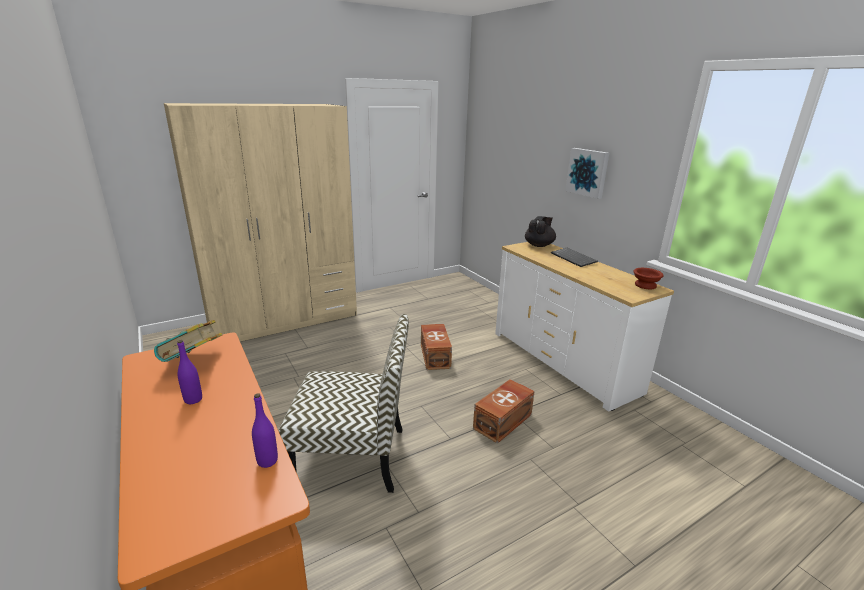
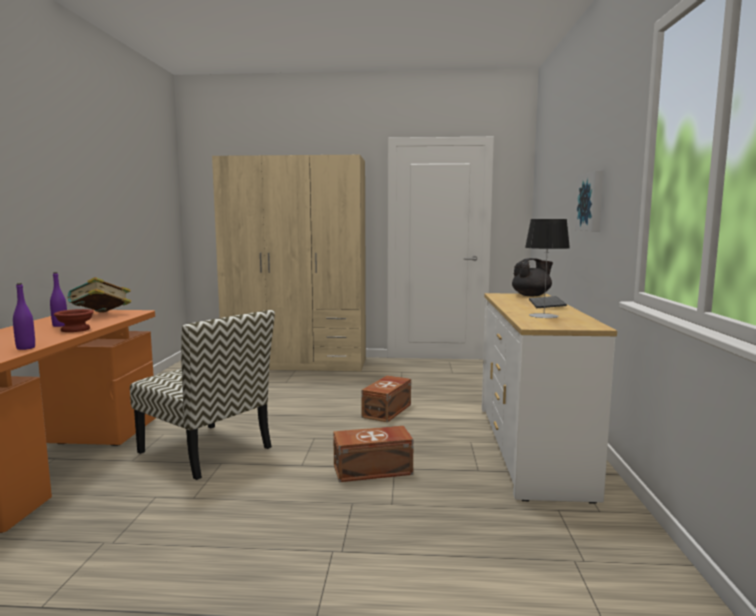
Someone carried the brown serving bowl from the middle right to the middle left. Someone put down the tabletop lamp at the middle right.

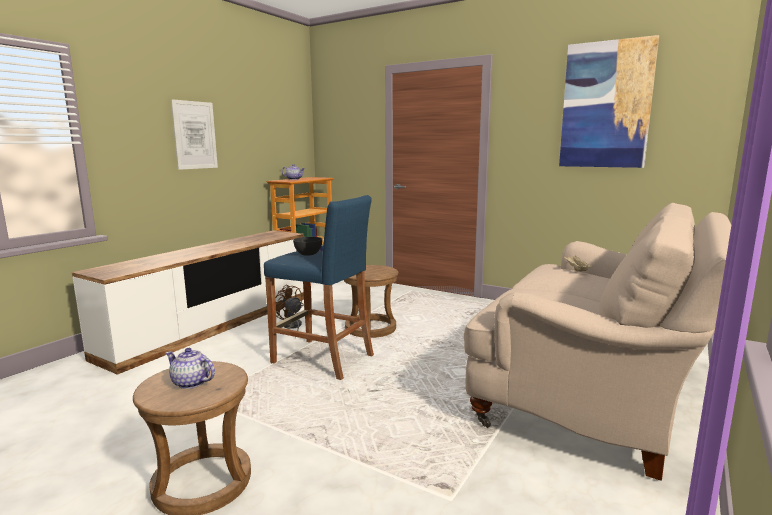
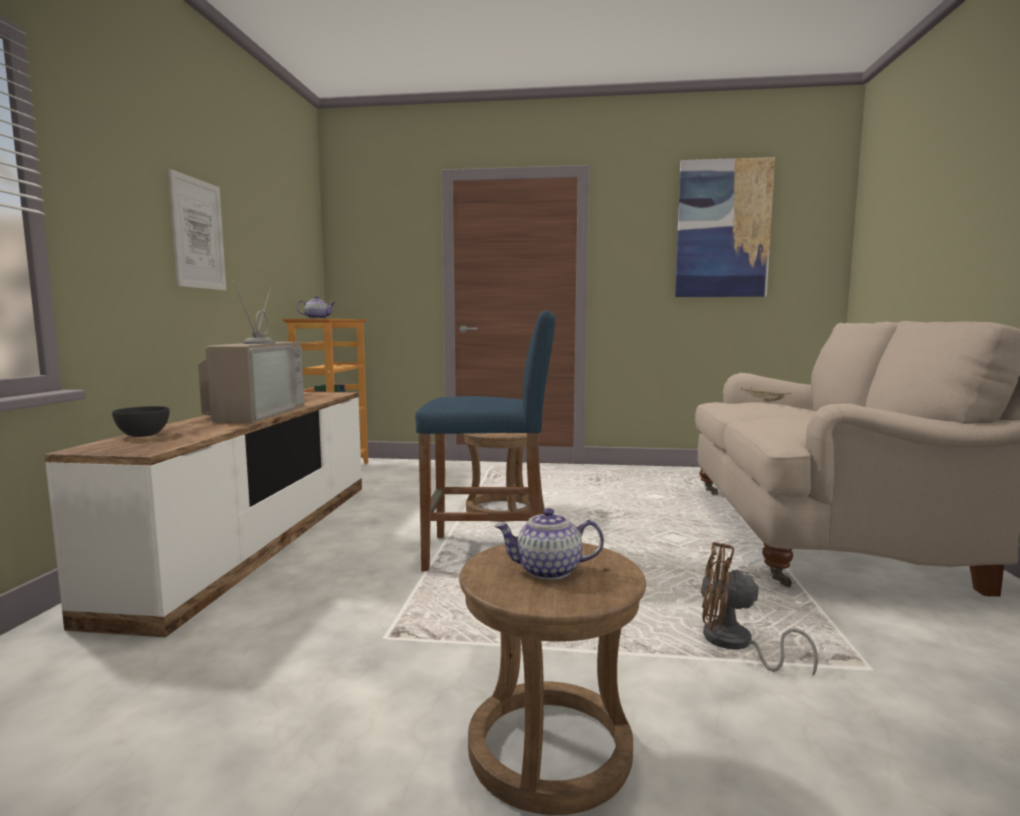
Someone carried the gray serving bowl from the centre to the middle left. Someone put down the TV set at the middle left. Someone carried the brown cooling fan from the centre to the bottom right.

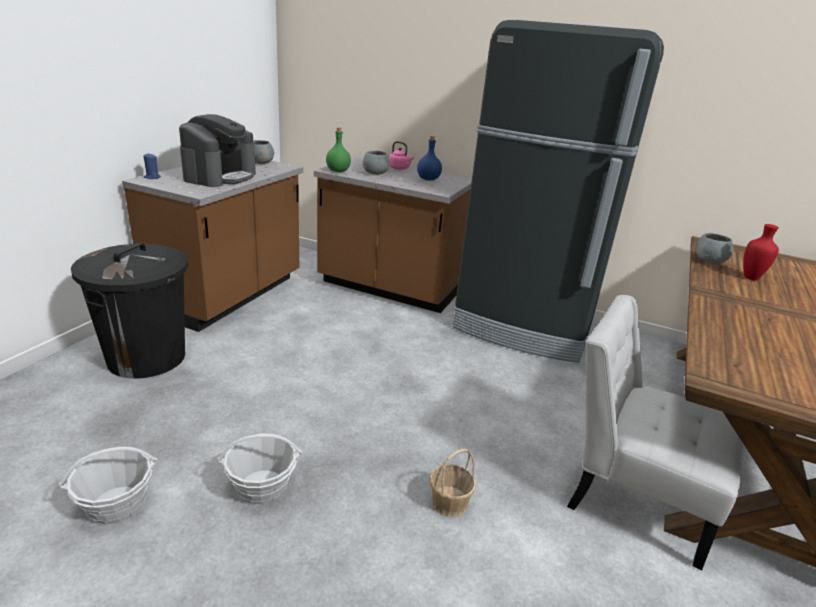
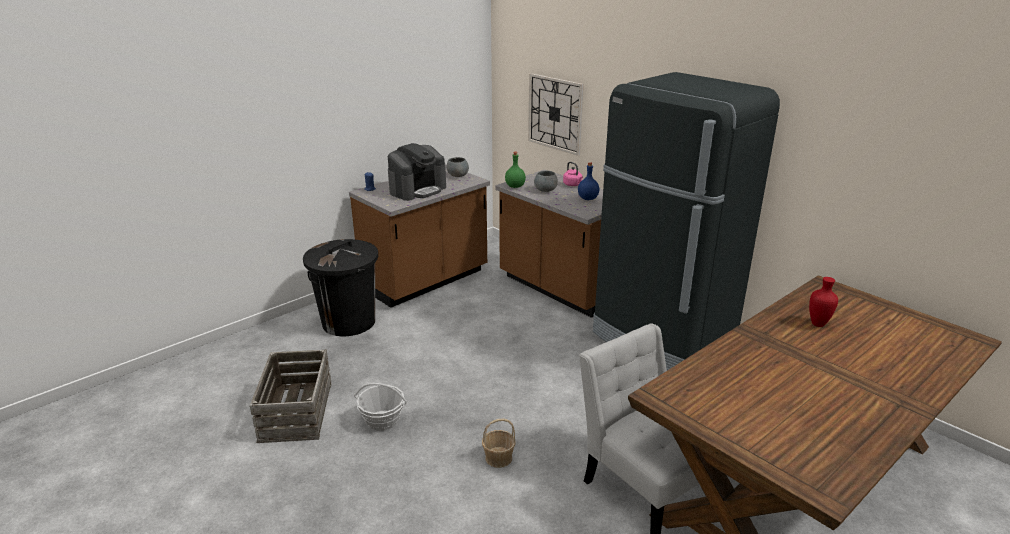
Someone swapped the basket (no. 1 from left) at the bottom left for the shipping crate at the bottom left. Someone put up the hanging clock at the top centre. Someone took away the gray serving bowl (no. 3 from left) at the middle right.

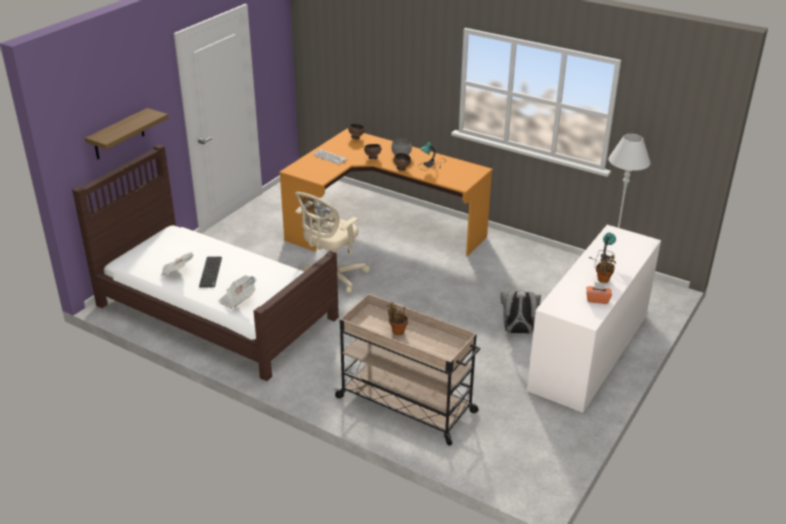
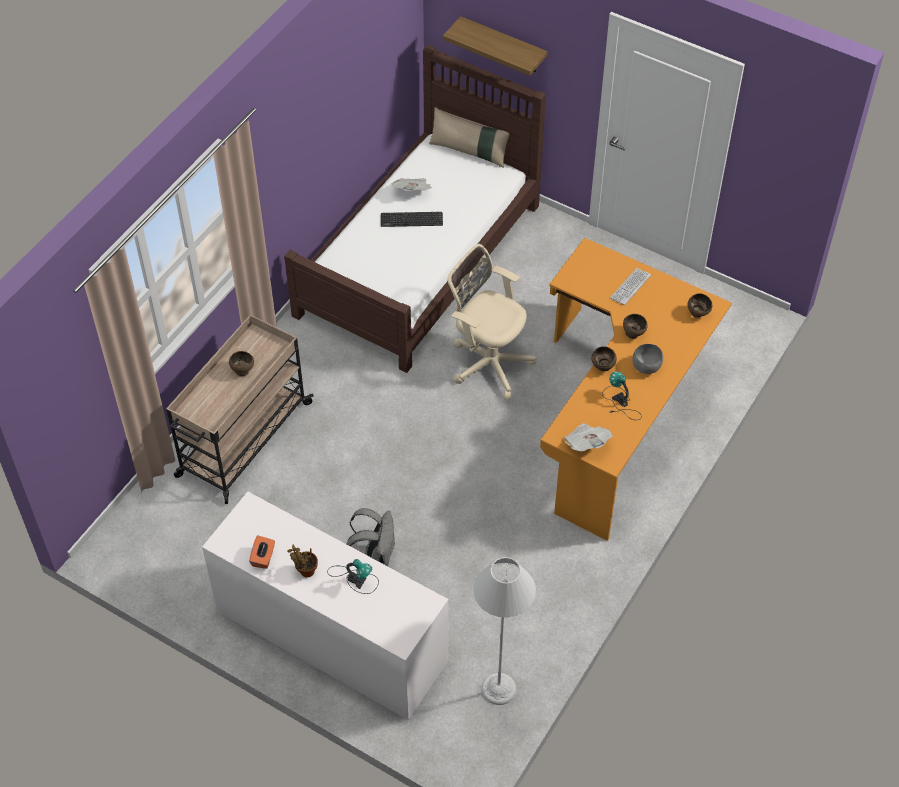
Someone swapped the potted plant (no. 1 from left) at the centre for the brown serving bowl (no. 1 from left) at the middle left. Someone put down the sand-coloured cushion at the top centre. Someone carried the newspaper (no. 2 from left) from the middle left to the centre.

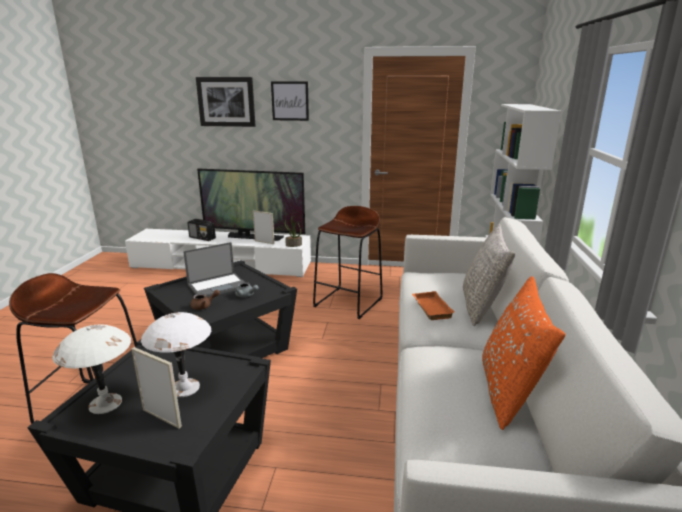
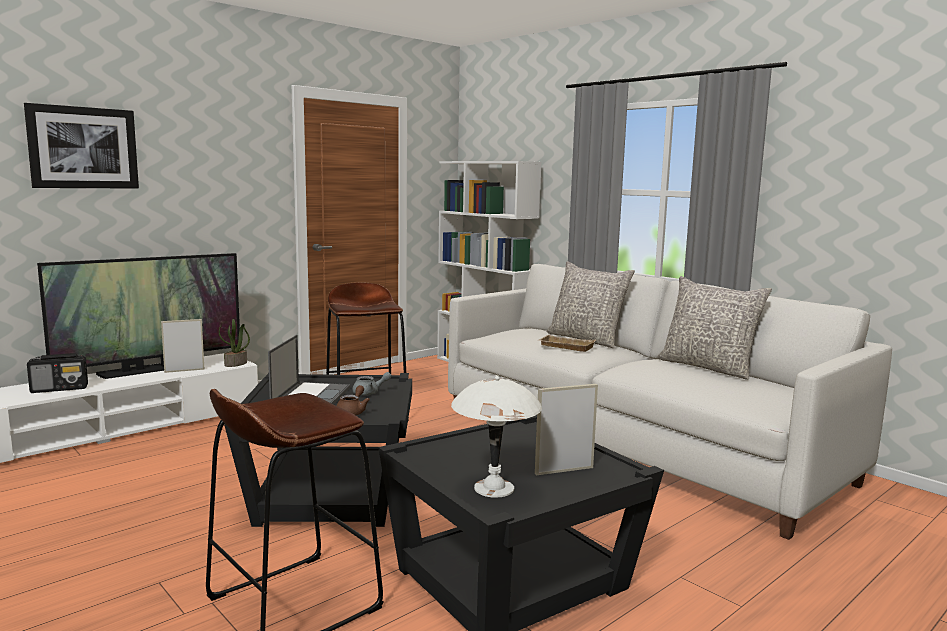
Someone repainted the orangey tray at the centre, which became the sand-coloured tray at the centre. Someone repainted the orangey cushion at the bottom right, which became the gray cushion (no. 2 from left) at the middle right. Someone took away the whitish tabletop lamp (no. 2 from left) at the bottom left. Someone took away the wall picture (no. 2 from left) at the top centre.

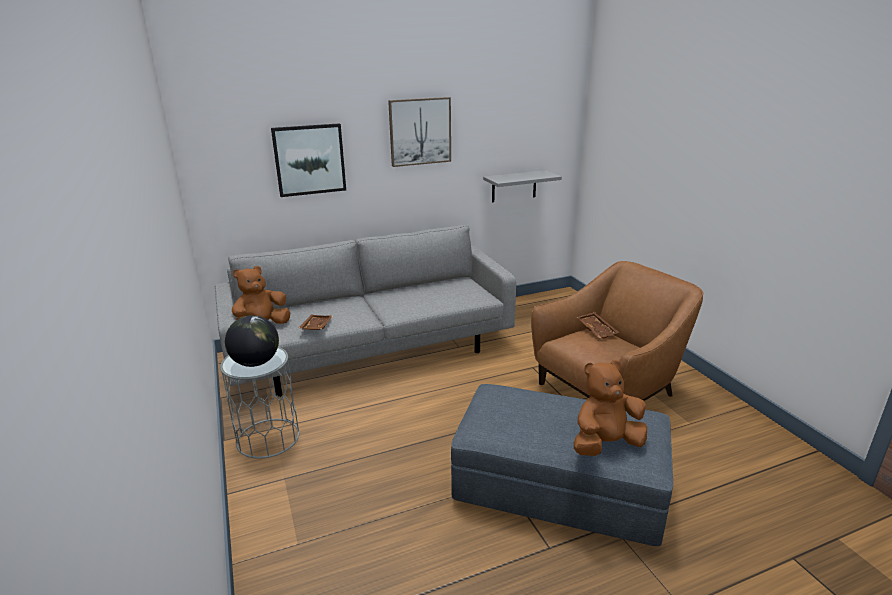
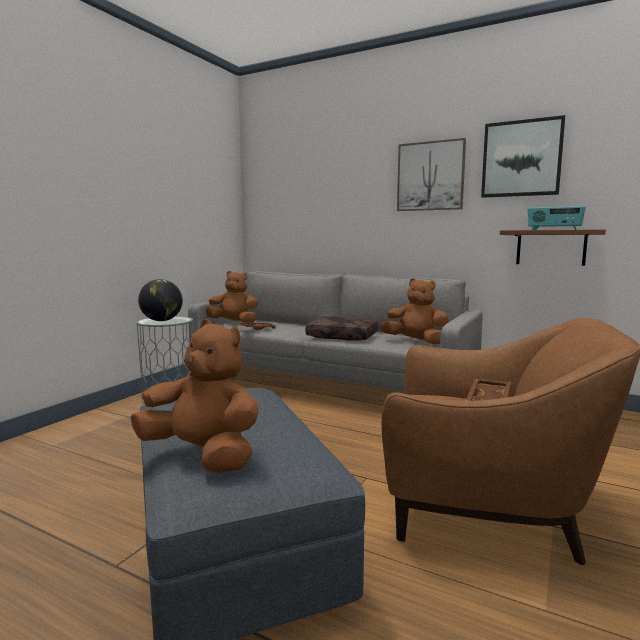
Someone put down the brown cushion at the centre. Someone put down the brown cuddly toy (no. 3 from left) at the centre. Someone carried the wall picture (no. 1 from left in the first image) from the top centre to the top right. Someone repainted the gray wall shelf at the top centre, which became the brown wall shelf at the middle right. Someone put down the radio at the middle right.

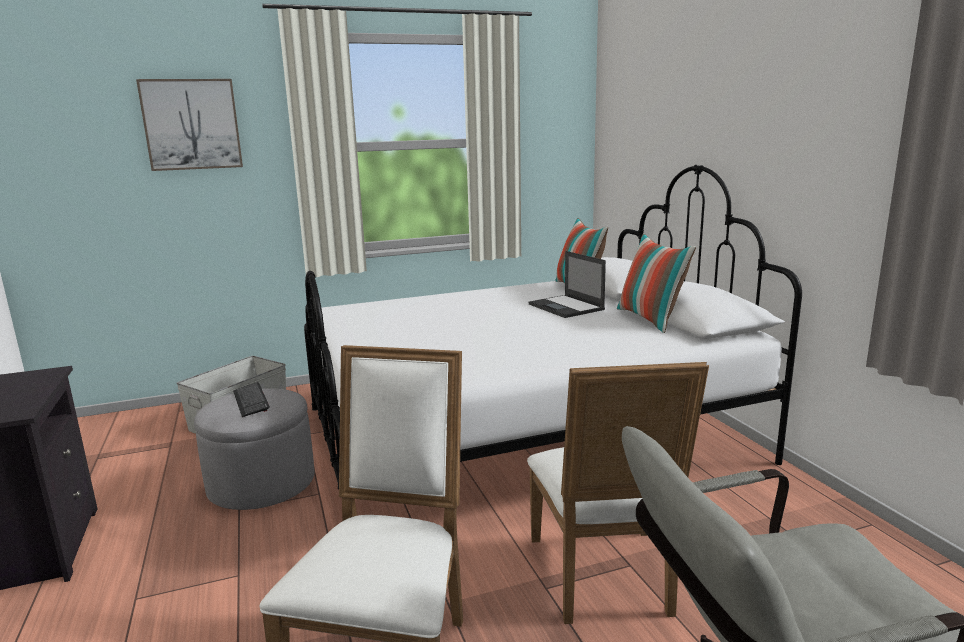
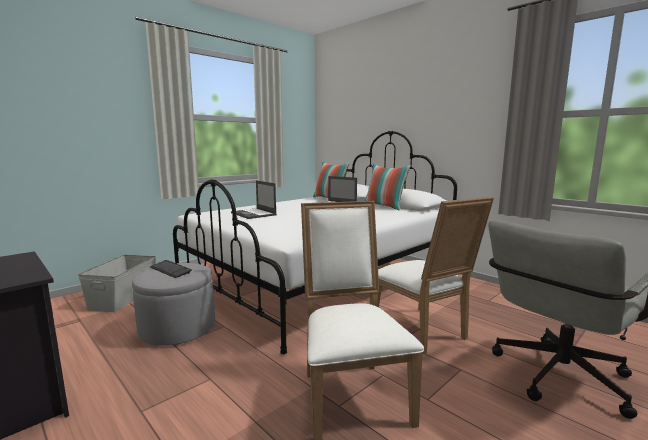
Someone put down the notebook computer (no. 1 from left) at the centre. Someone took away the wall picture at the top left.

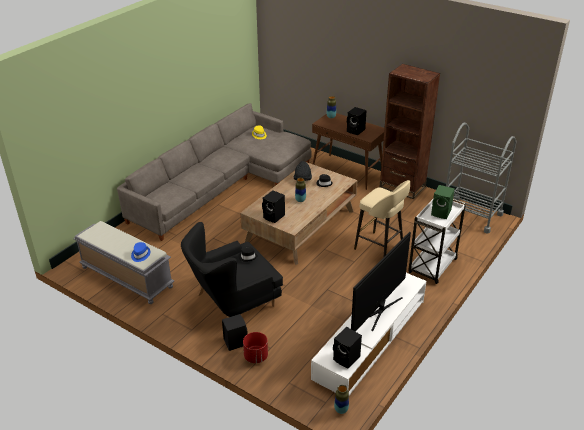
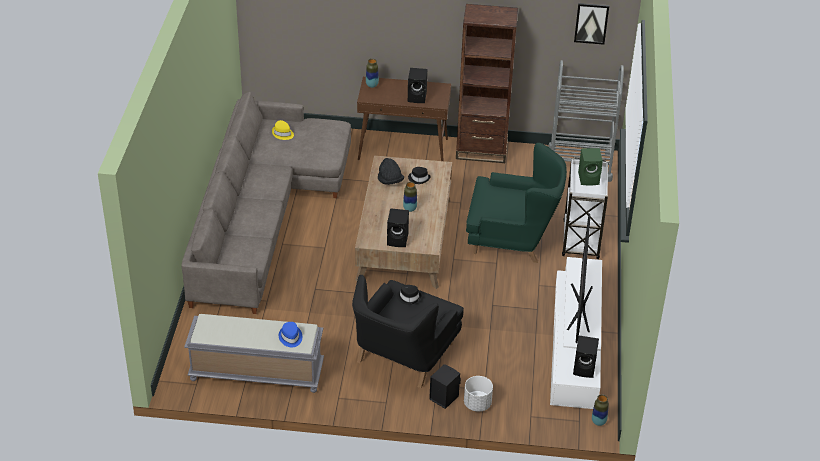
Someone repainted the red flower pot at the bottom centre, which became the whitish flower pot at the bottom centre. Someone swapped the sand-coloured stool at the centre for the green easy chair at the centre. Someone put up the wall picture at the top right.

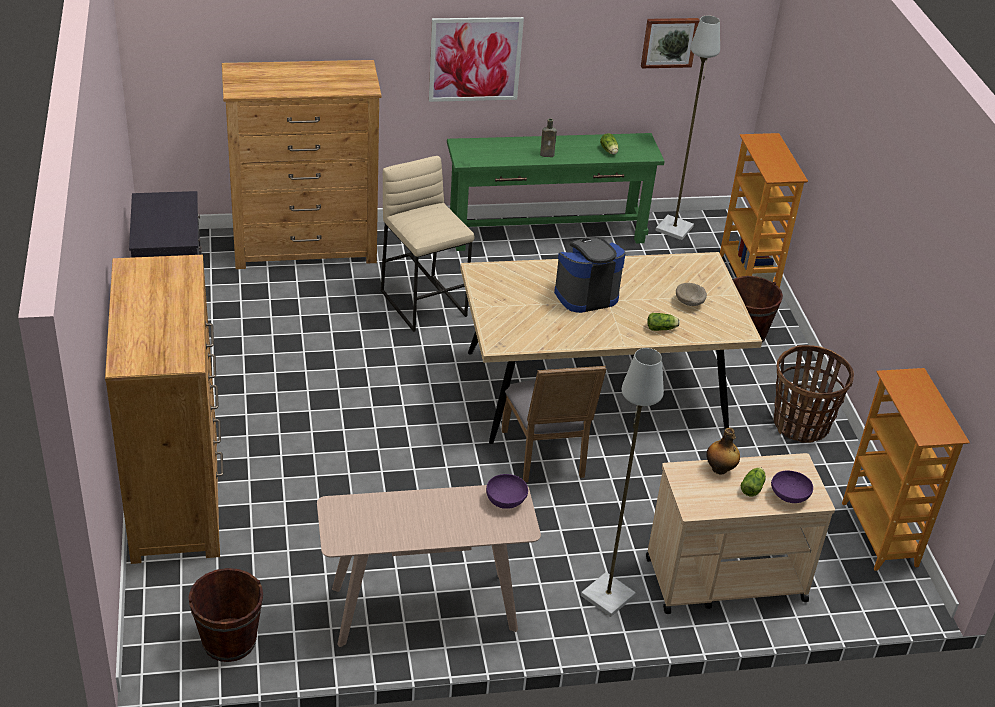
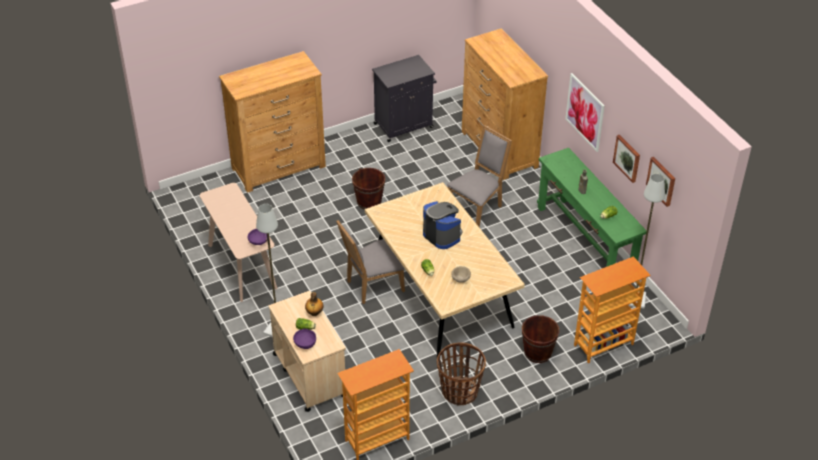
Someone carried the brown water bucket (no. 1 from left) from the bottom left to the centre. Someone swapped the sand-coloured stool at the centre for the gray chair (no. 2 from left) at the centre. Someone put up the wall picture (no. 2 from left) at the middle right.

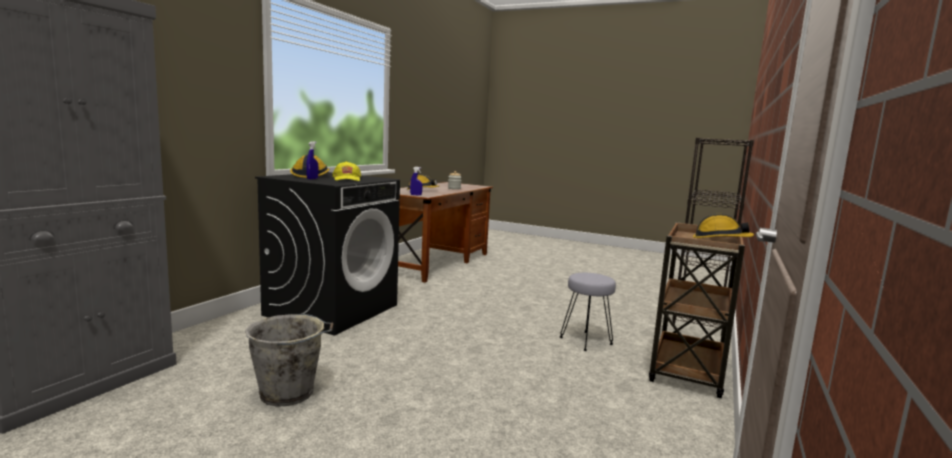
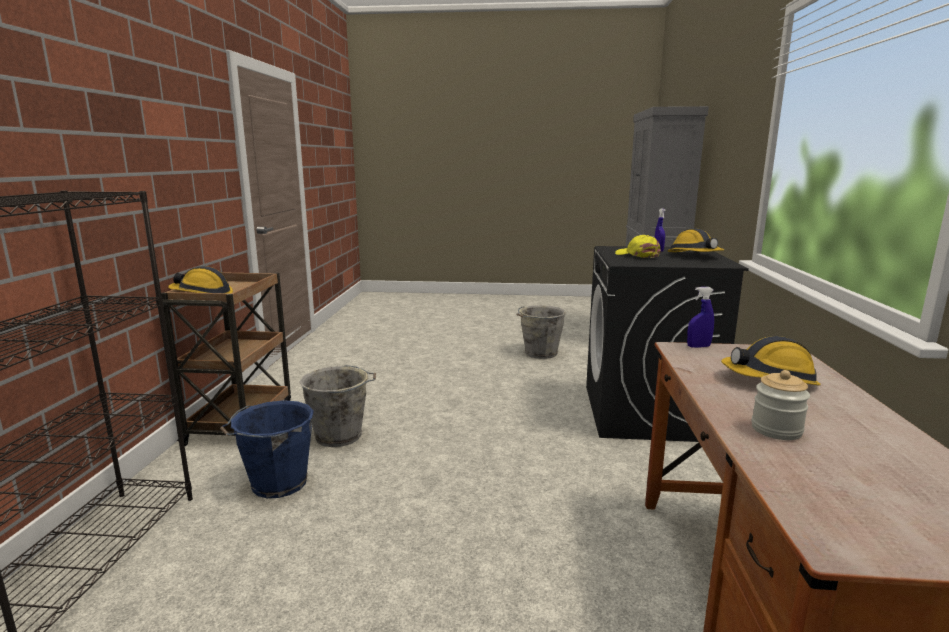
Someone put down the blue water bucket at the bottom left. Someone swapped the gray stool at the bottom centre for the gray water bucket (no. 1 from left) at the centre.

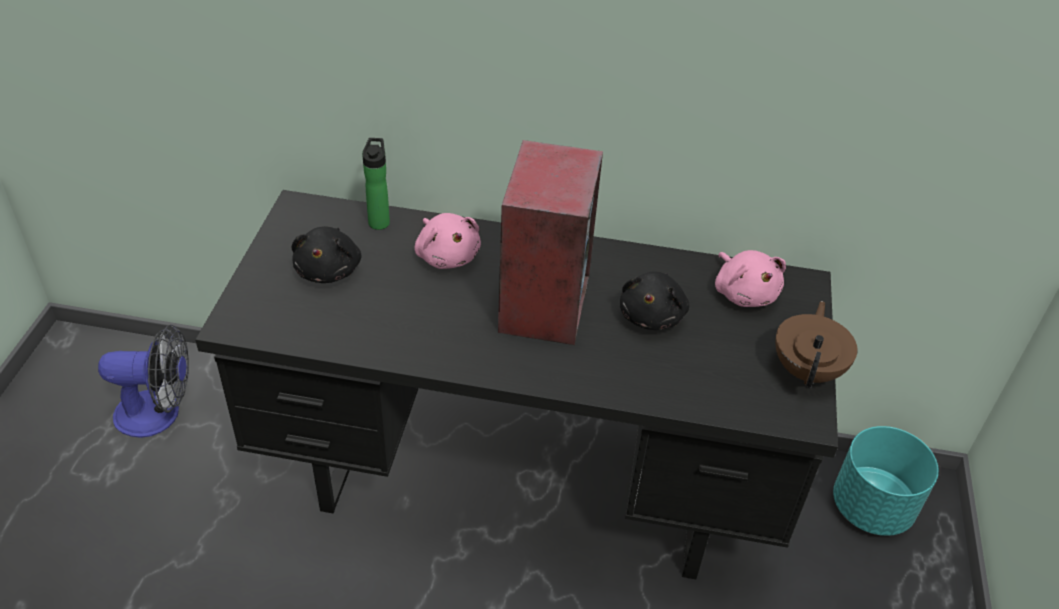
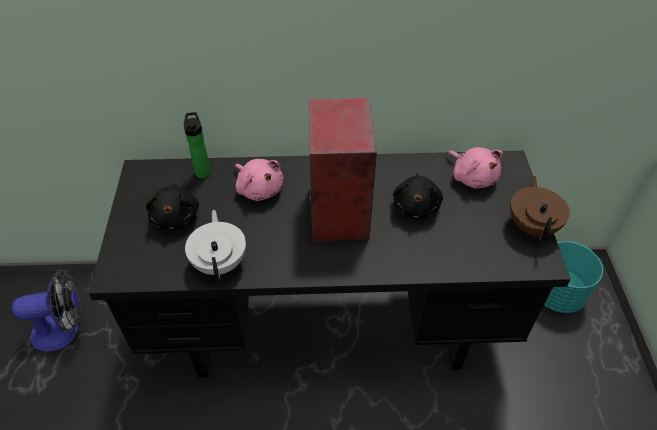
Someone put down the whitish teapot at the middle left.

